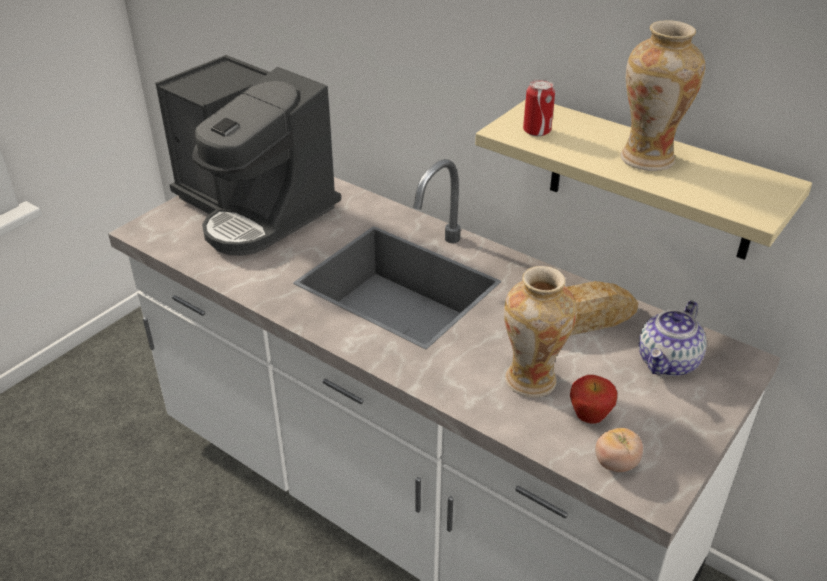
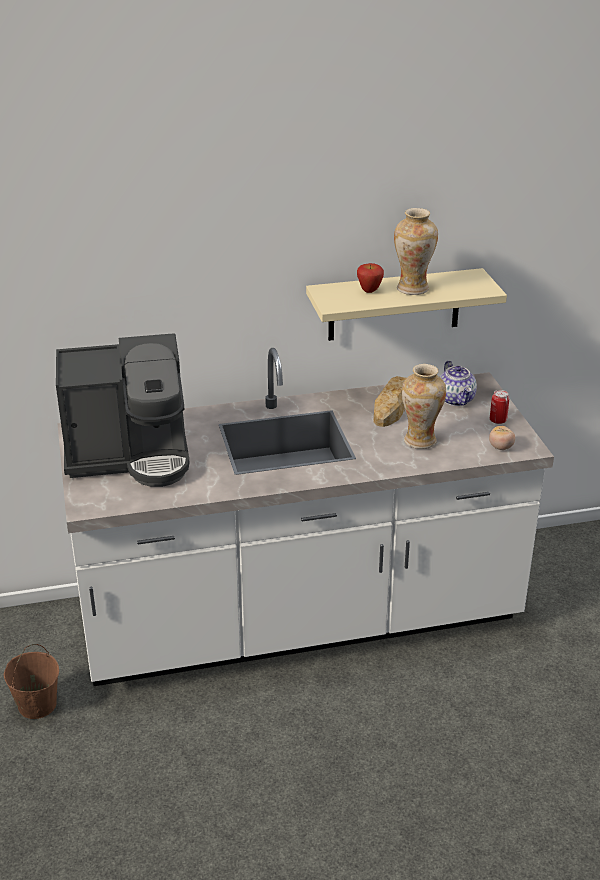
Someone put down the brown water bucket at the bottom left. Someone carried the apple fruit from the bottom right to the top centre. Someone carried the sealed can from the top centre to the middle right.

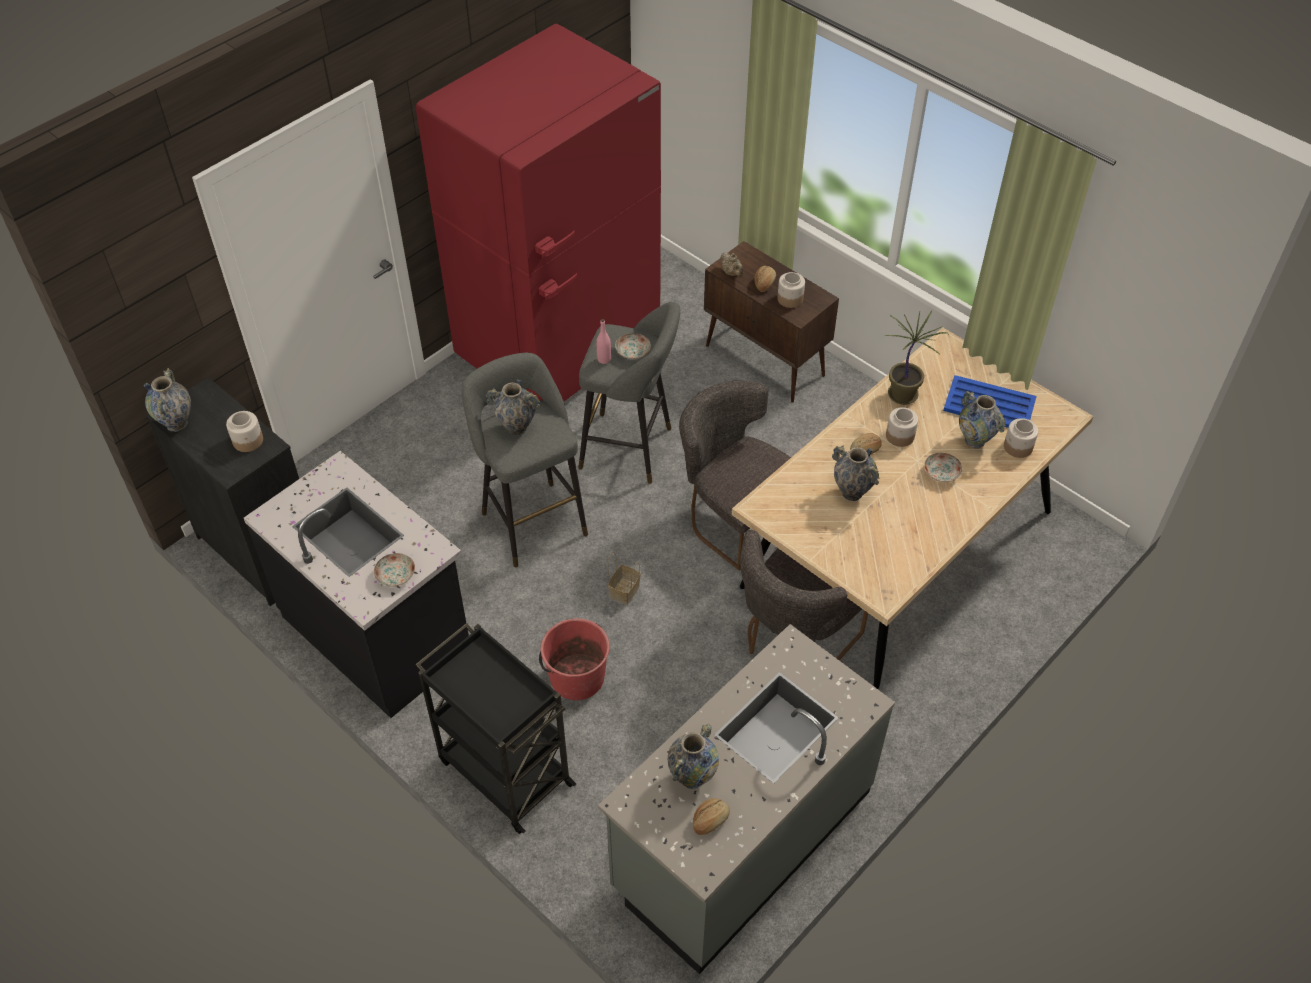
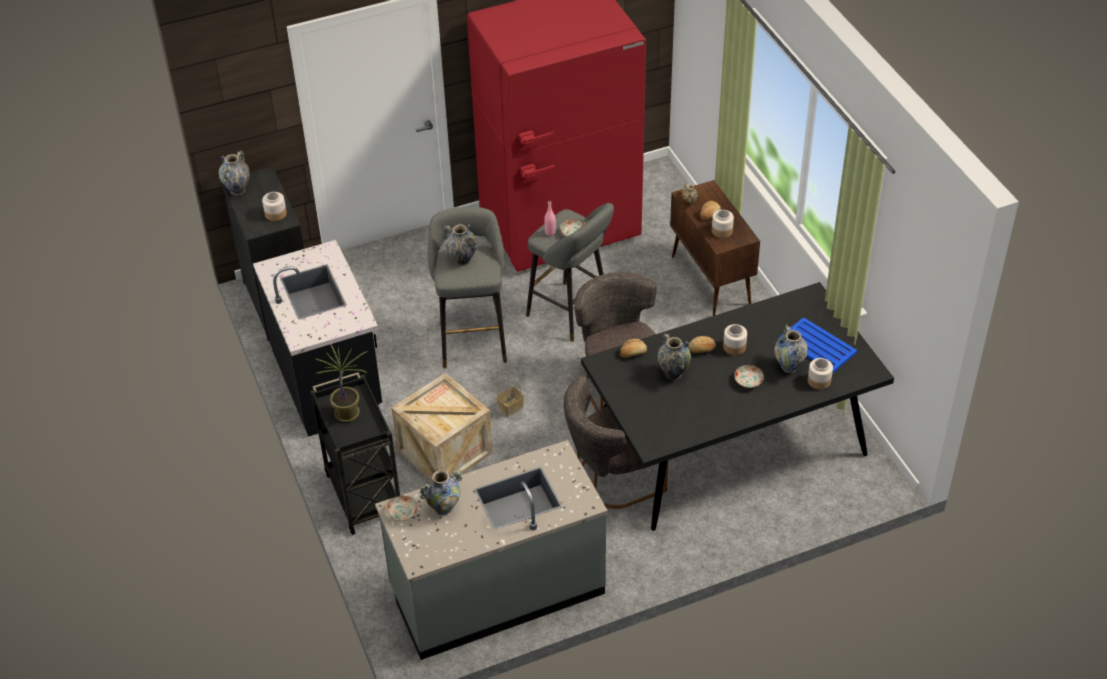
Someone carried the potted plant from the middle right to the middle left. Someone carried the flat dish (no. 1 from left) from the middle left to the bottom centre. Someone swapped the red water bucket at the bottom centre for the shipping crate at the centre. Someone repainted the sand-coloured dining table at the middle right, which became the blackish dining table at the centre. Someone carried the bread (no. 1 from left) from the bottom centre to the centre.

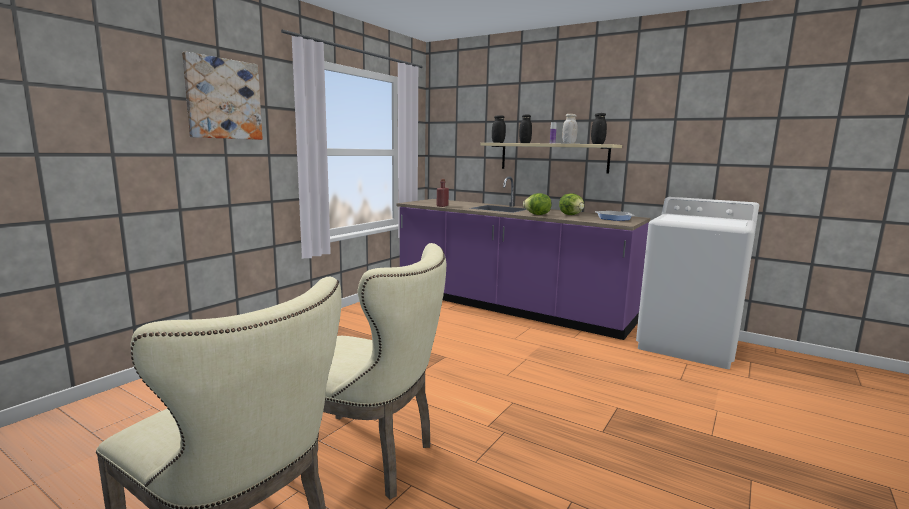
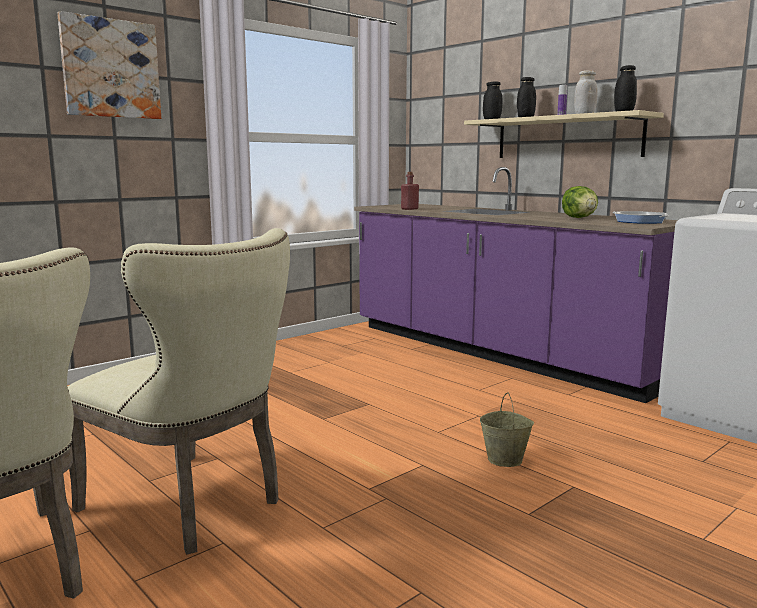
Someone put down the sand-coloured water bucket at the bottom right. Someone took away the head of lettuce (no. 1 from left) at the centre.

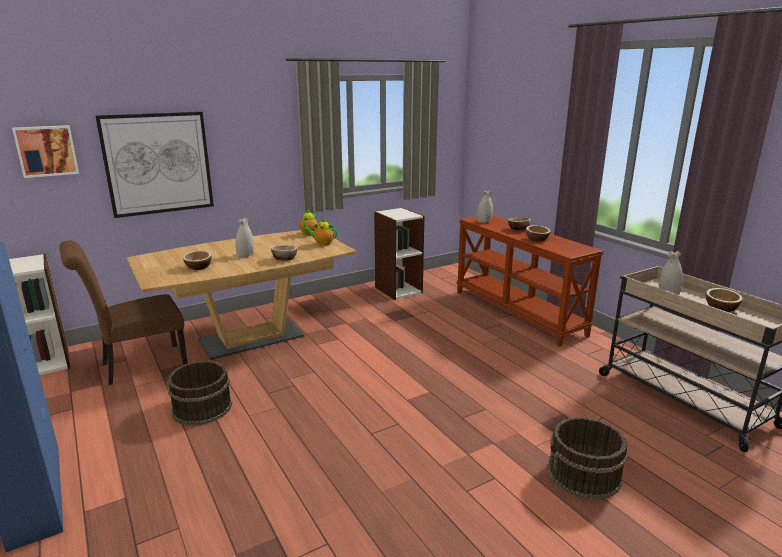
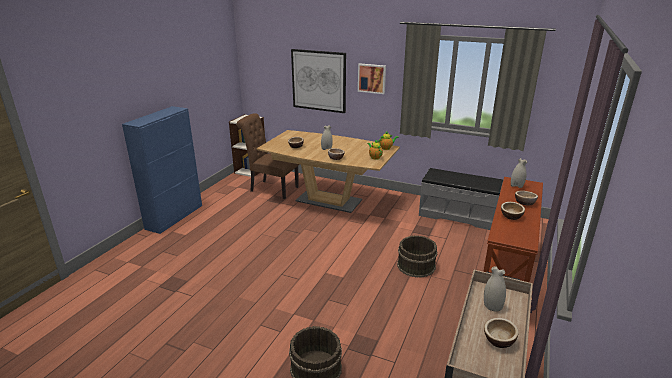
Someone carried the wall picture (no. 1 from left in the first image) from the top left to the top centre. Someone carried the brown water bucket (no. 1 from left in the first image) from the bottom left to the bottom centre. Someone swapped the shelving unit (no. 2 from left) at the centre for the gray indoor bench at the middle right.

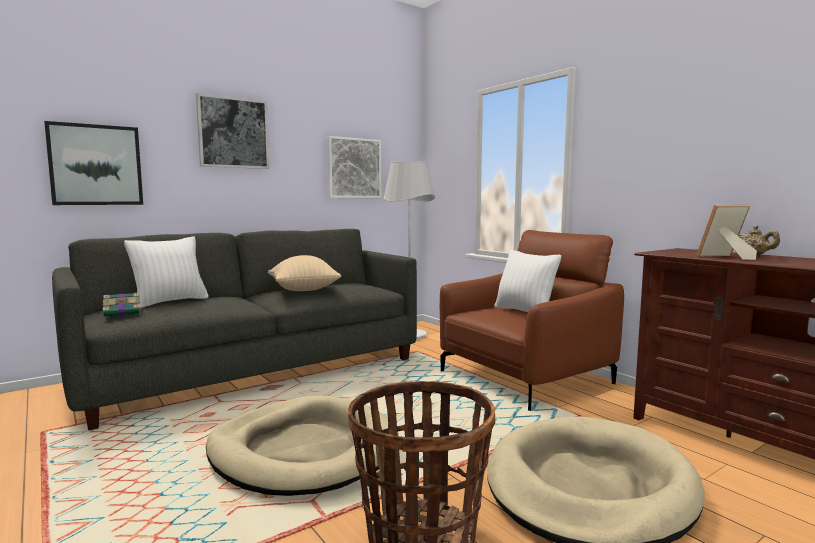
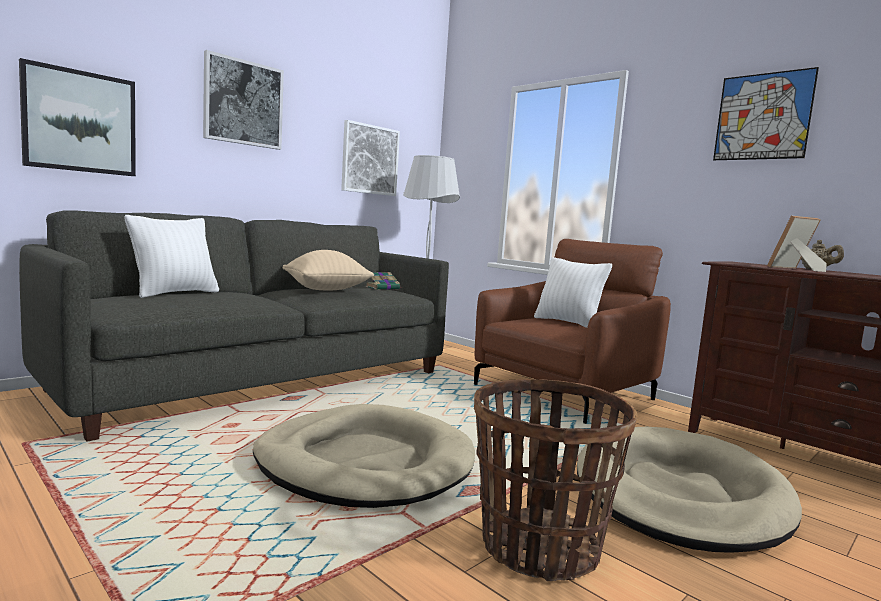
Someone carried the bound book from the middle left to the centre. Someone put up the wall picture (no. 4 from left) at the top right.

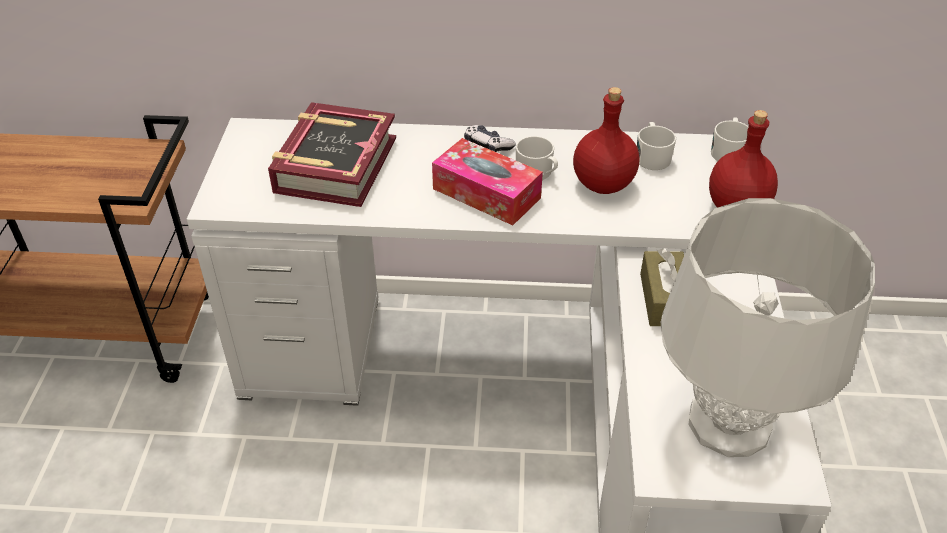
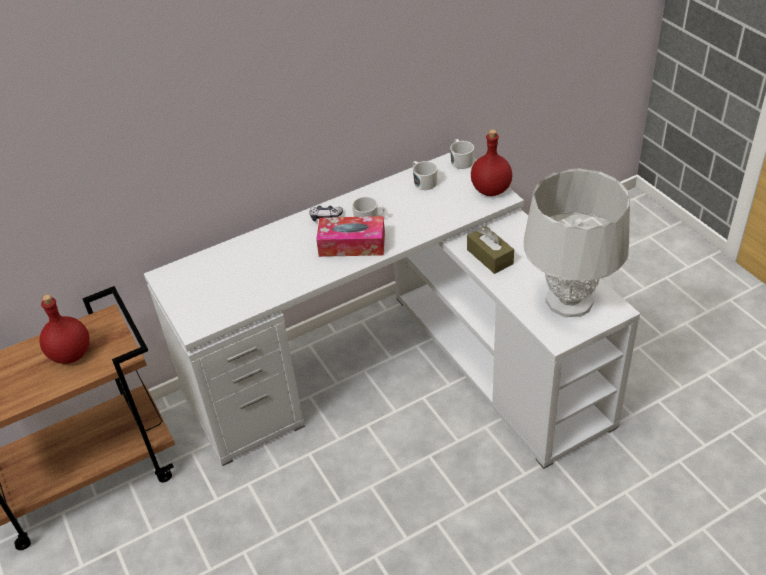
Someone carried the red bottle (no. 1 from left) from the top centre to the middle left. Someone took away the bound book at the top centre.

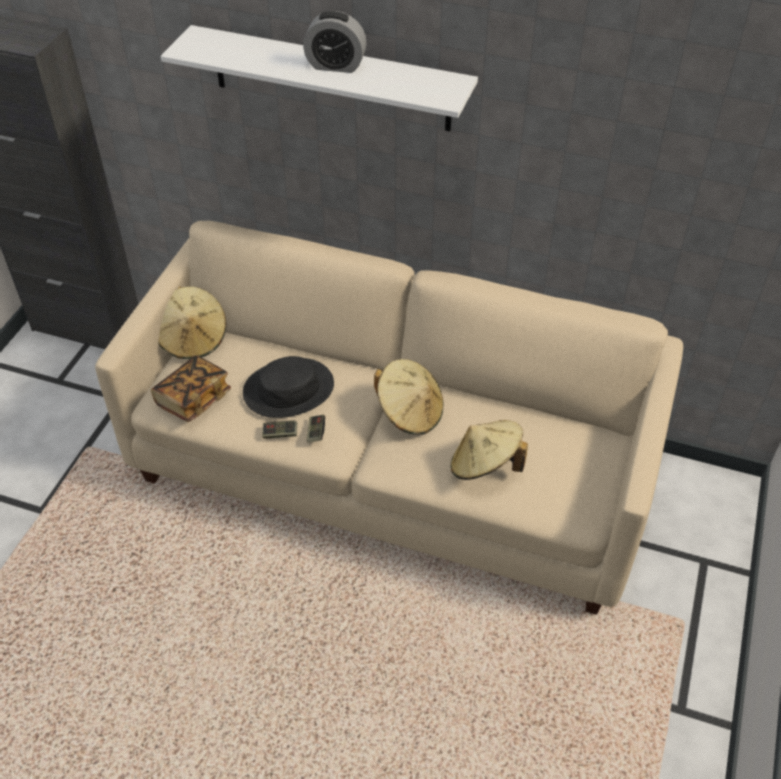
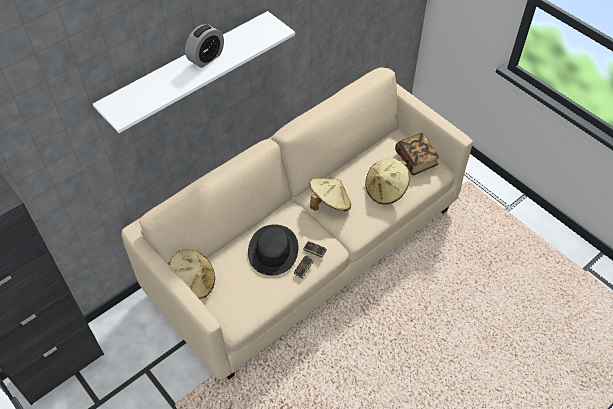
Someone carried the bound book from the middle left to the middle right.

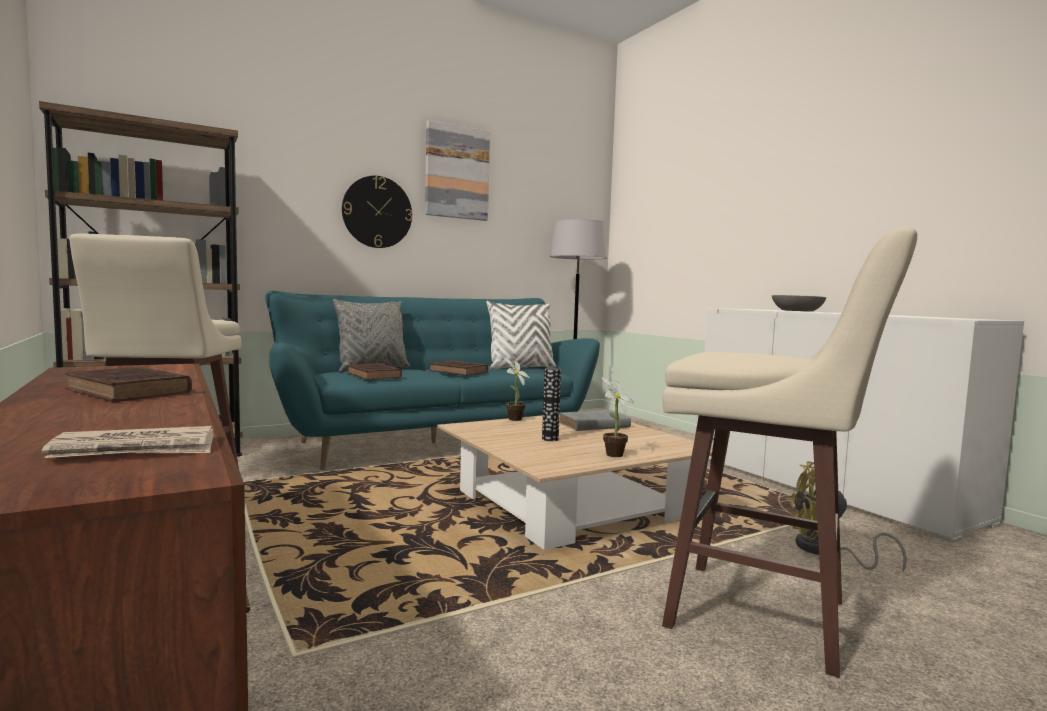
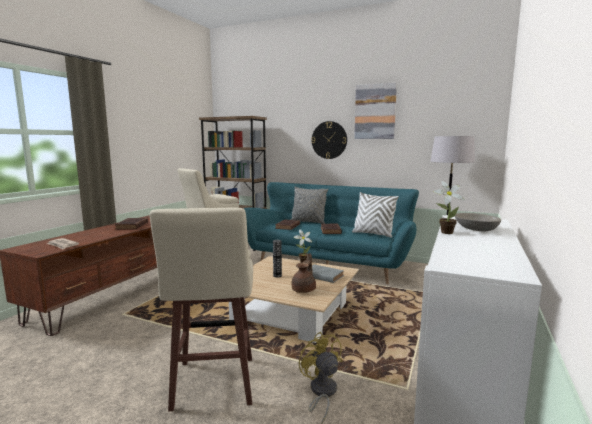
Someone put down the brown teapot at the centre. Someone carried the potted plant (no. 2 from left) from the centre to the middle right.

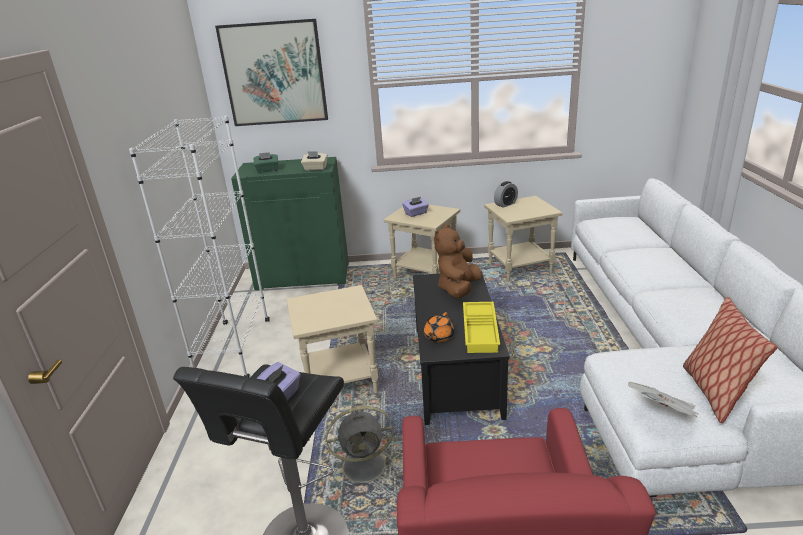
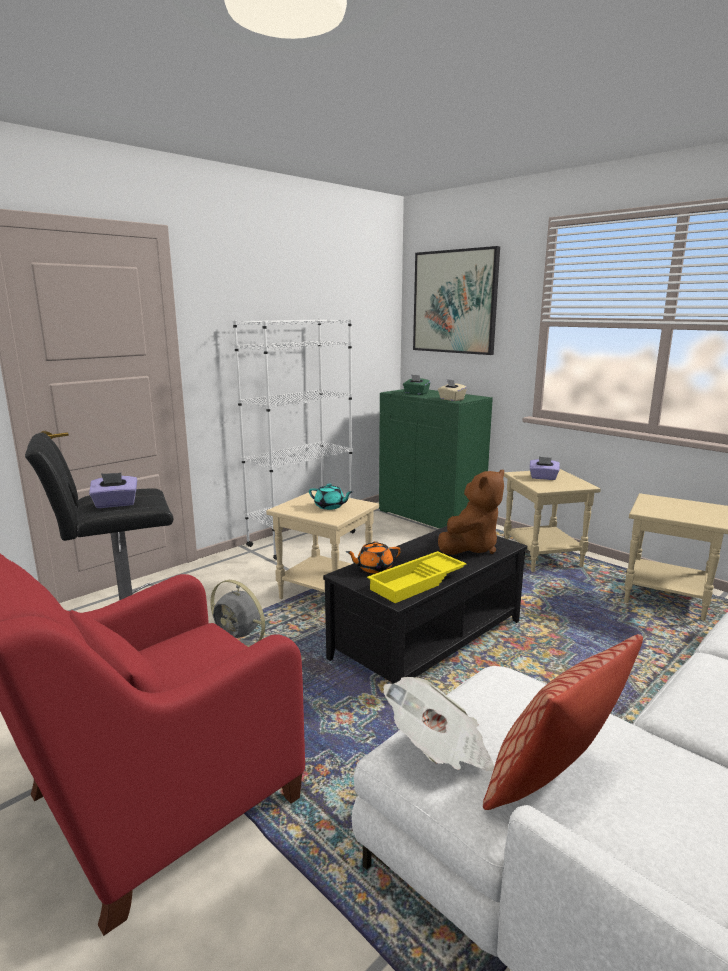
Someone put down the turquoise teapot at the centre. Someone rotated the brown cuddly toy at the centre by 150 degrees clockwise. Someone took away the table clock at the centre.

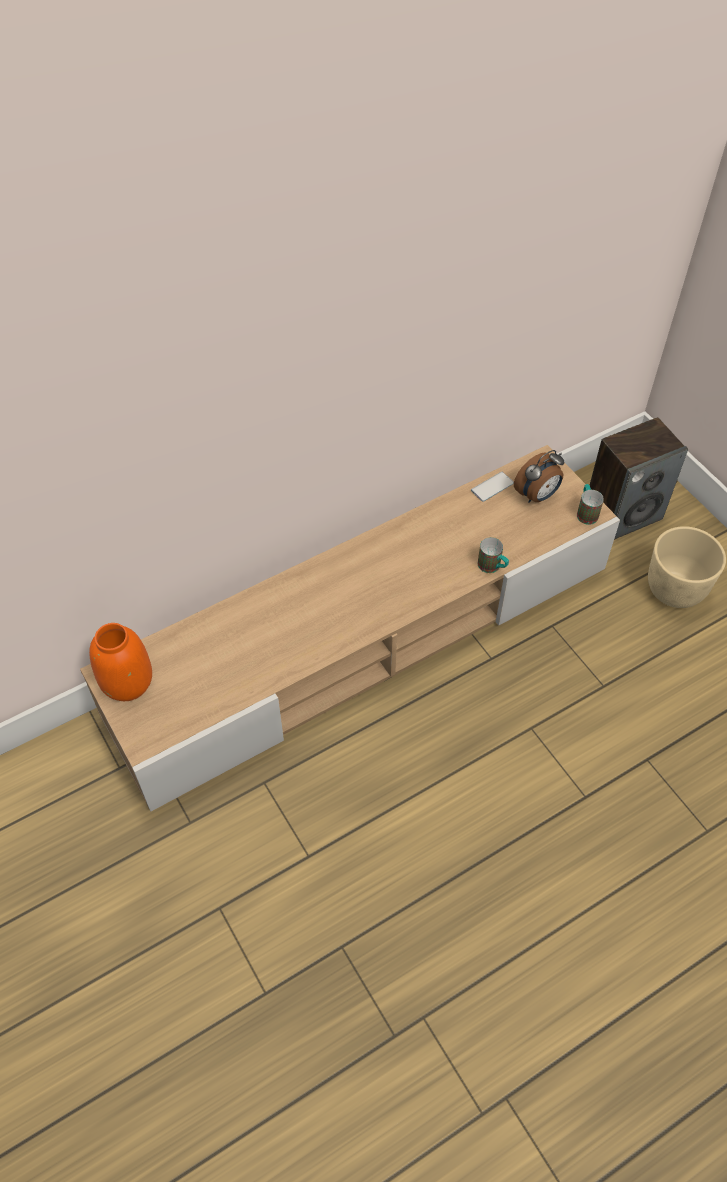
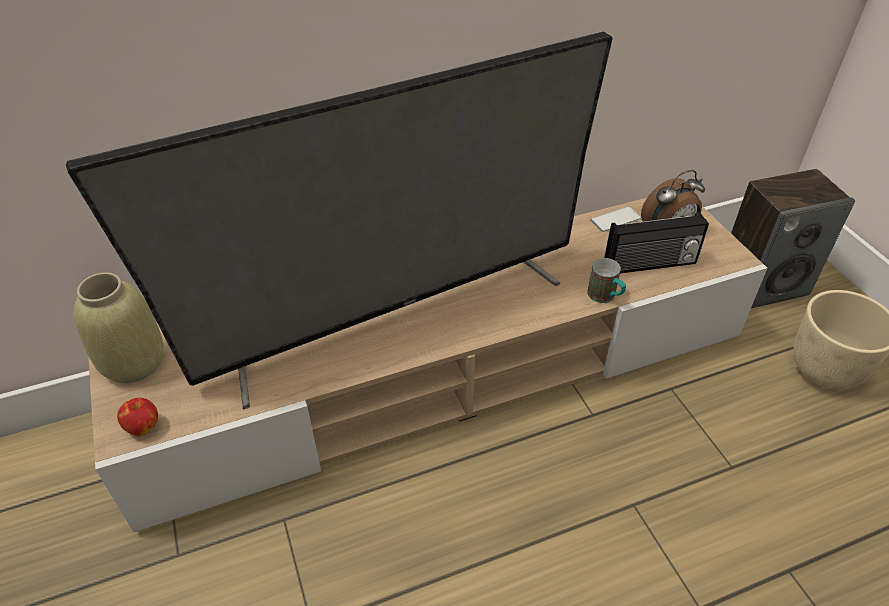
Someone put down the TV set at the centre. Someone repainted the orangey vase at the middle left, which became the sand-coloured vase at the middle left. Someone put down the apple fruit at the bottom left. Someone put down the radio at the middle right. Someone took away the coffee mug (no. 2 from left) at the middle right.

